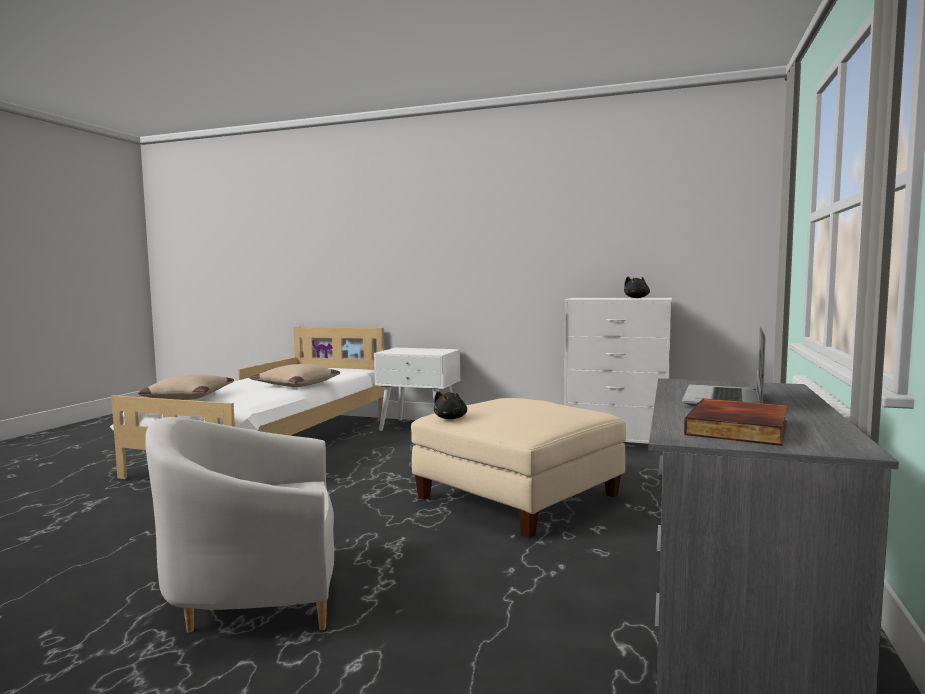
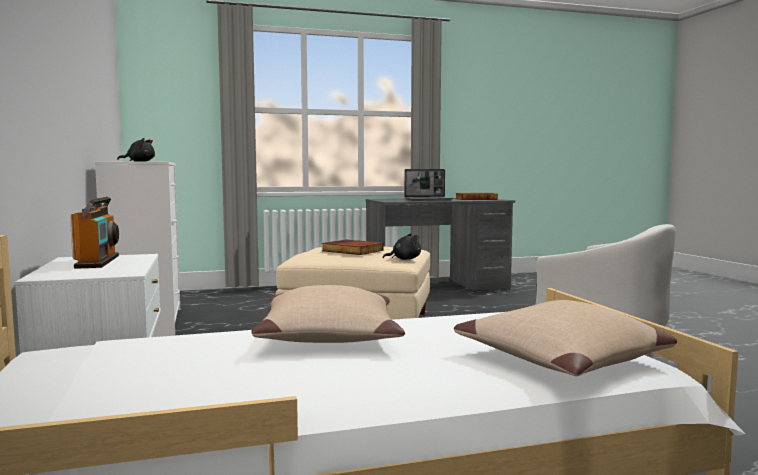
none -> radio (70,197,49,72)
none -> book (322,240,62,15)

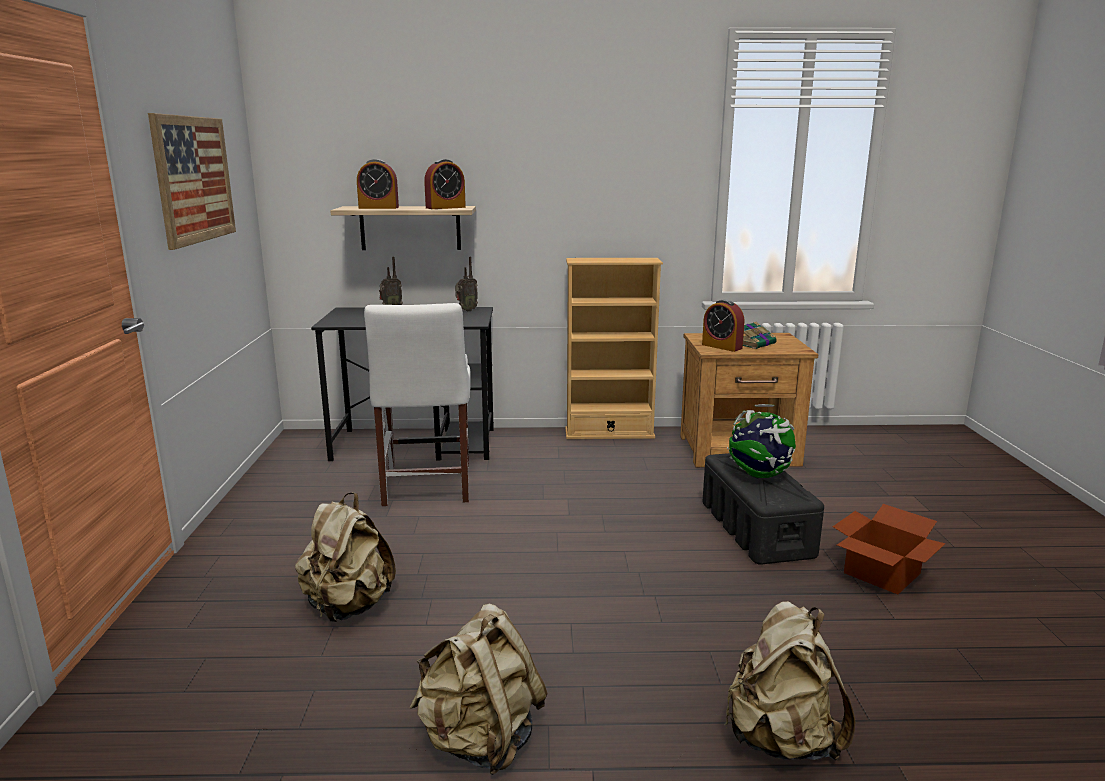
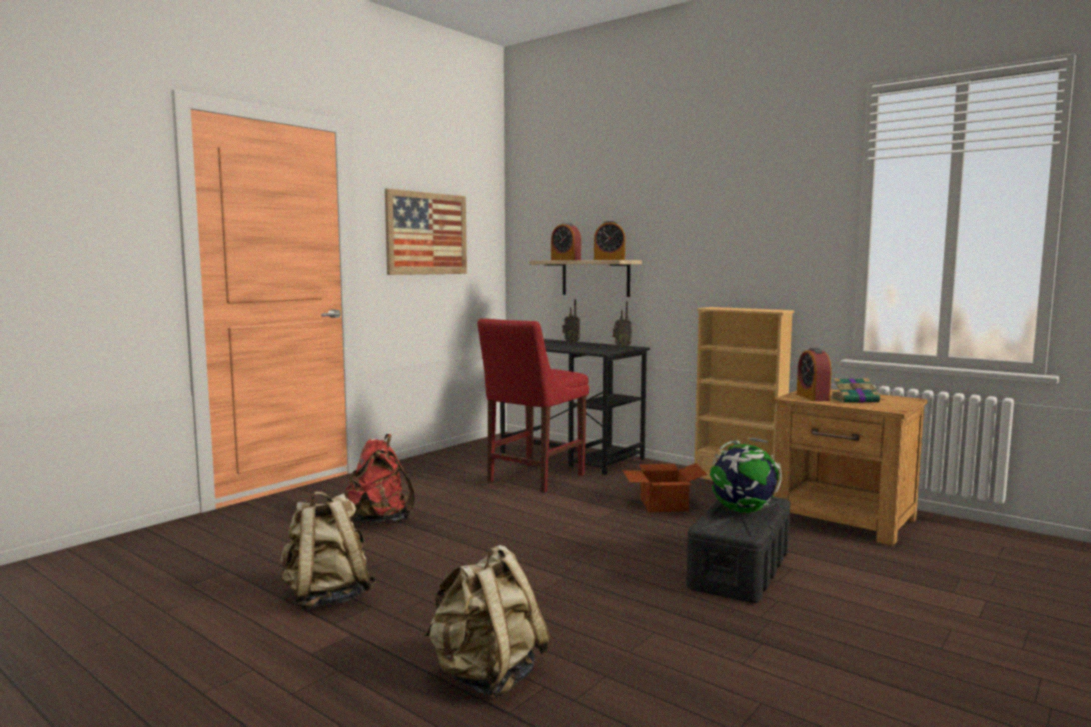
white chair (364,303,107,203) -> red chair (477,318,112,175)
beige backpack (295,492,101,130) -> red backpack (345,434,70,89)
cardboard box (833,504,113,90) -> cardboard box (622,463,85,49), shifted

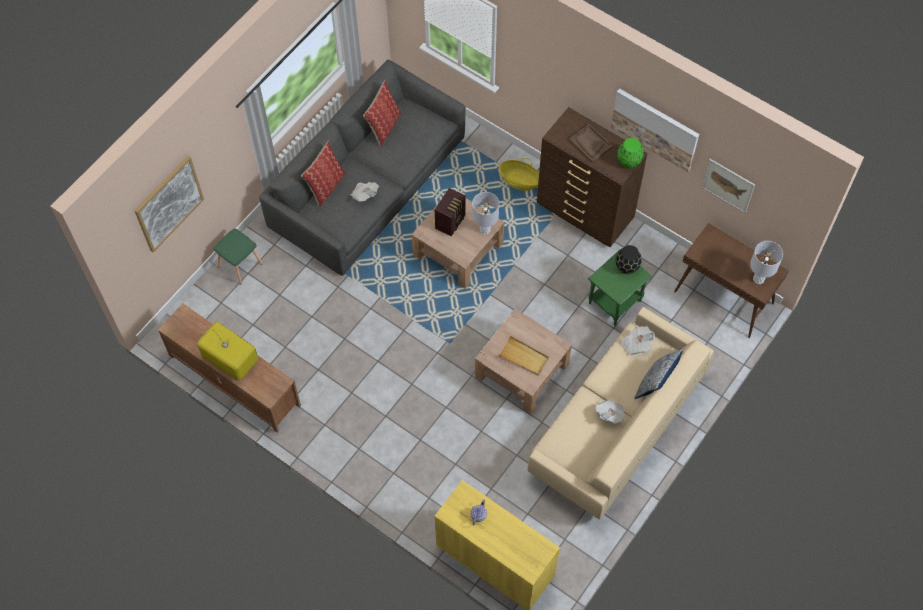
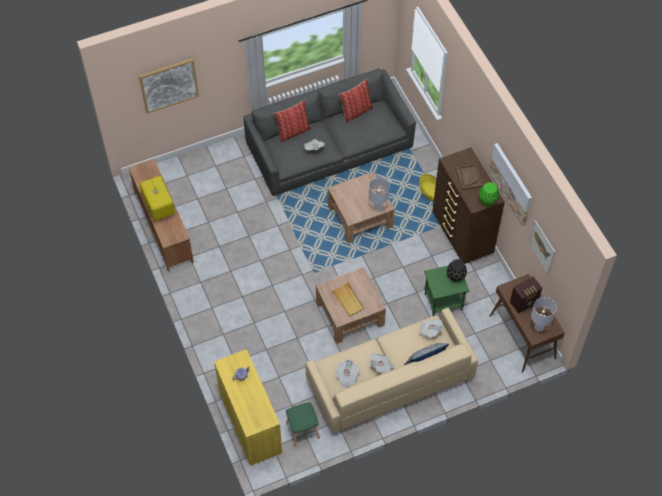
radio (435,188,31,48) -> radio (510,277,32,37), shifted
green stool (213,228,50,57) -> green stool (286,402,34,44), shifted
none -> newspaper (335,359,25,29)

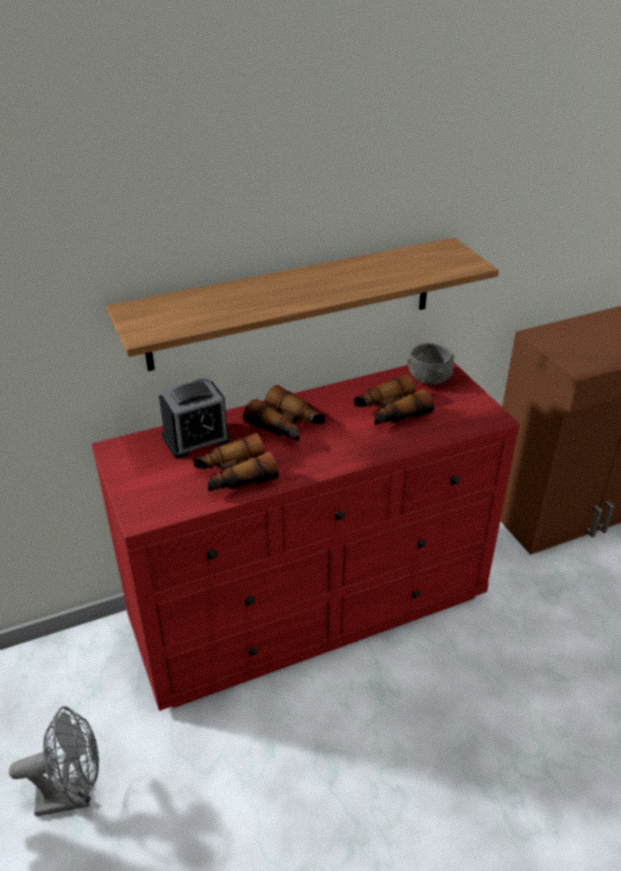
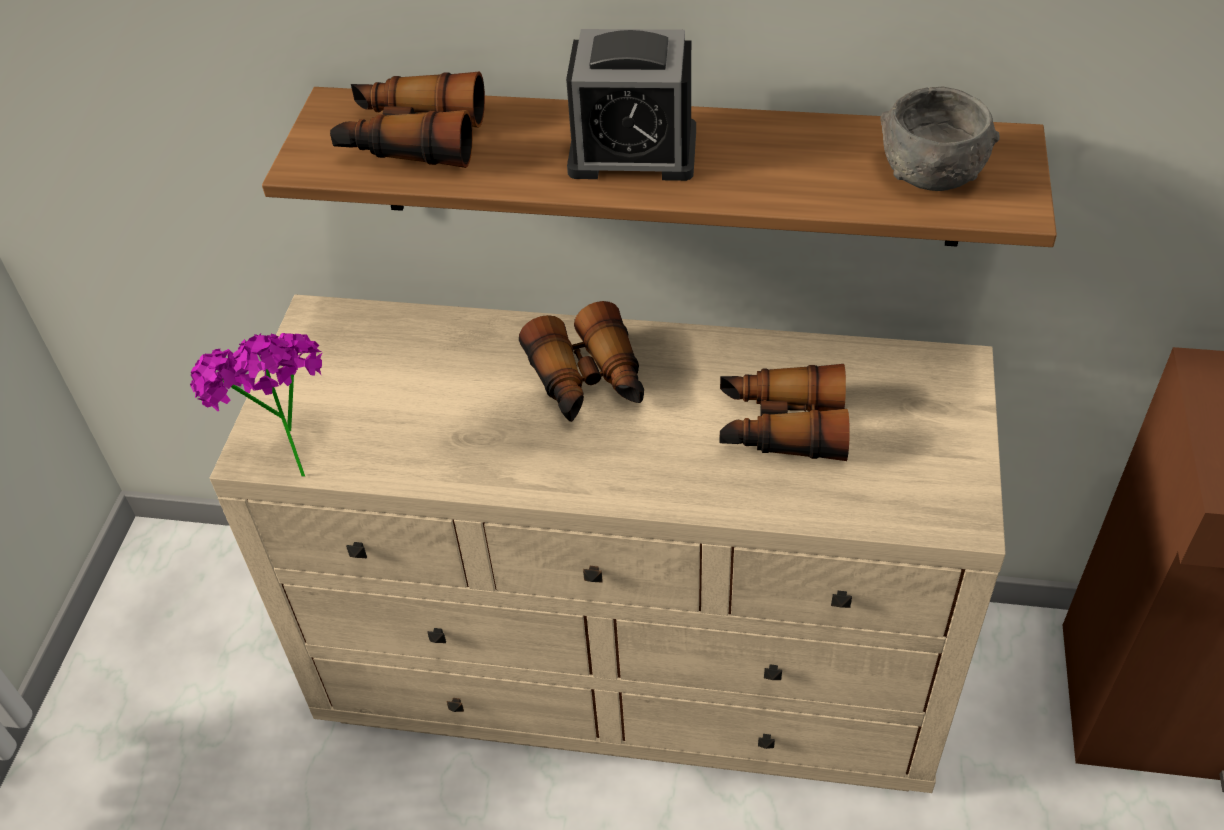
grey bowl (407,343,47,42) -> grey bowl (880,86,120,105), shifted
red dresser (91,363,429,348) -> beige dresser (210,295,796,498)
alarm clock (159,377,72,82) -> alarm clock (566,29,130,152), shifted
binoculars (193,433,86,59) -> binoculars (330,72,155,96), shifted
grey fan (9,706,90,110) -> none
none -> potted plant (190,333,133,144)

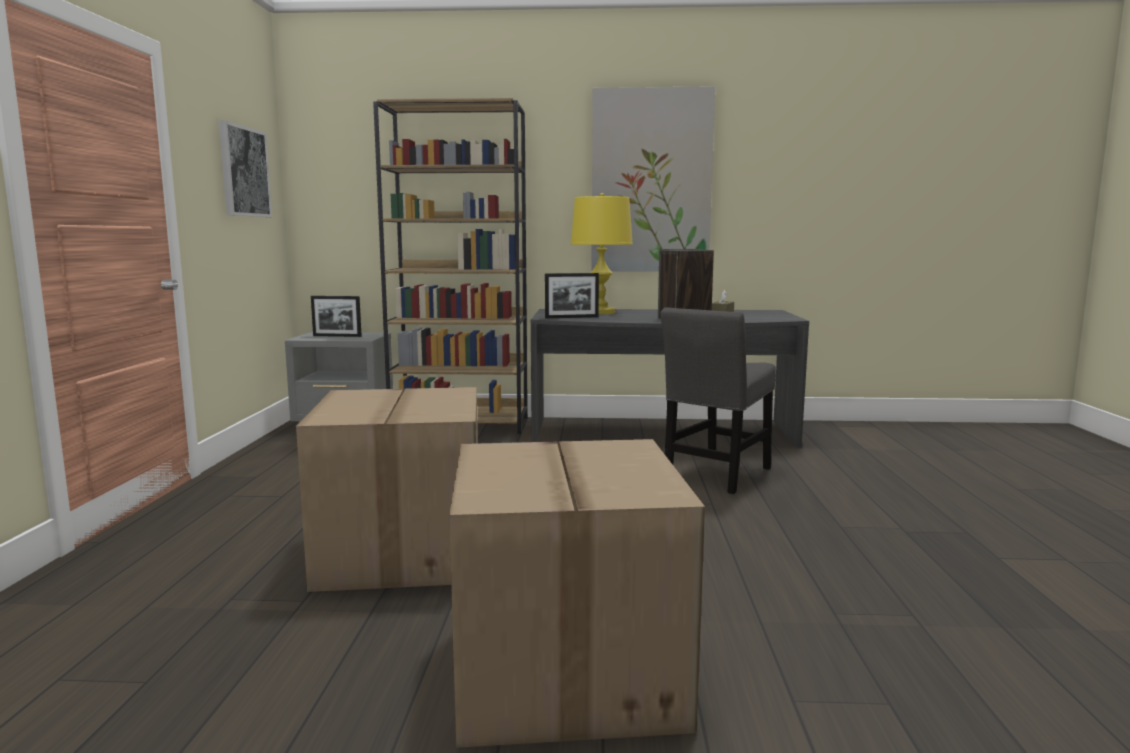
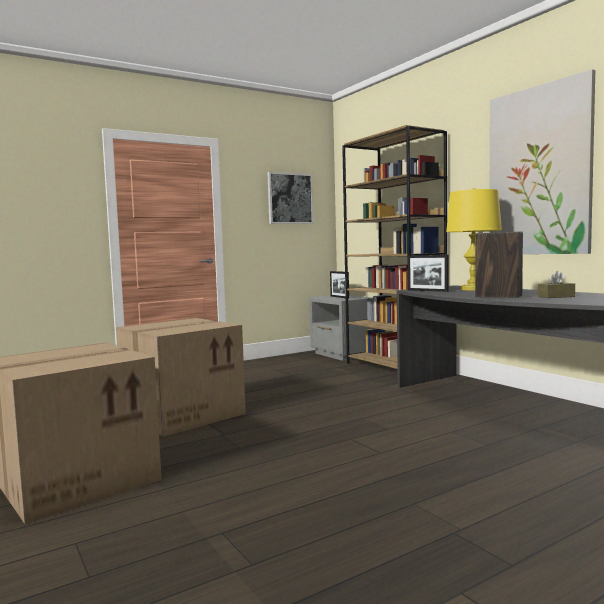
grey chair (660,308,116,186) -> none

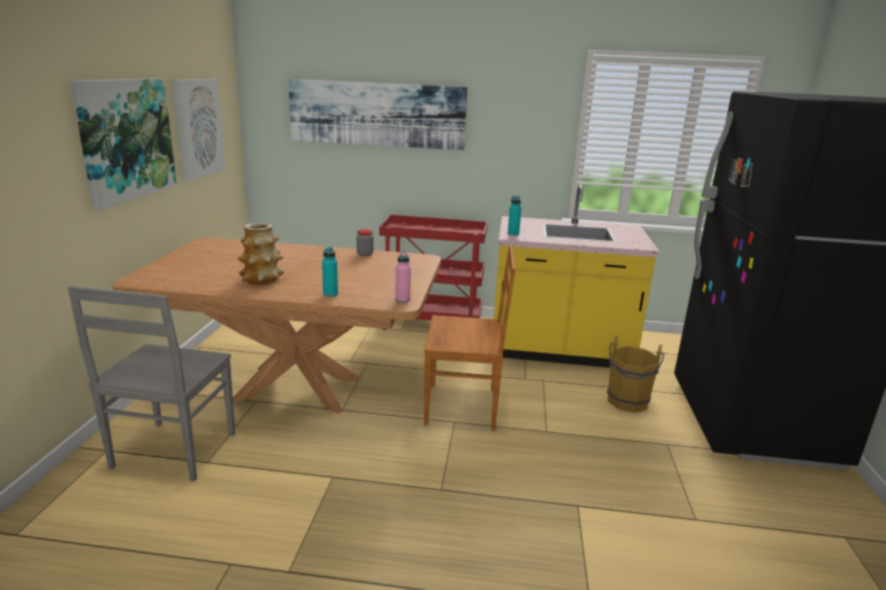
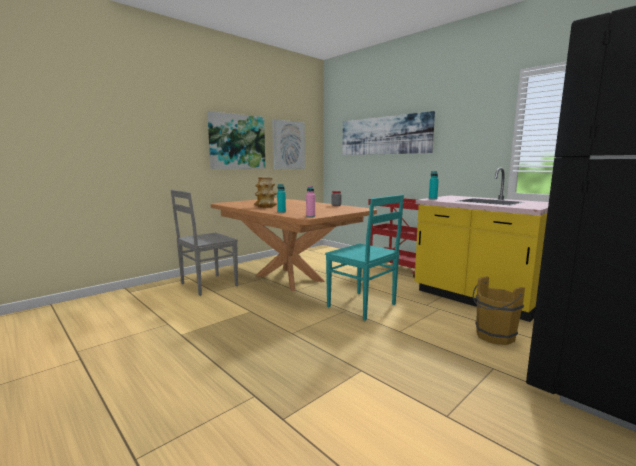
brown chair (424,244,91,186) -> turquoise chair (325,195,79,126)

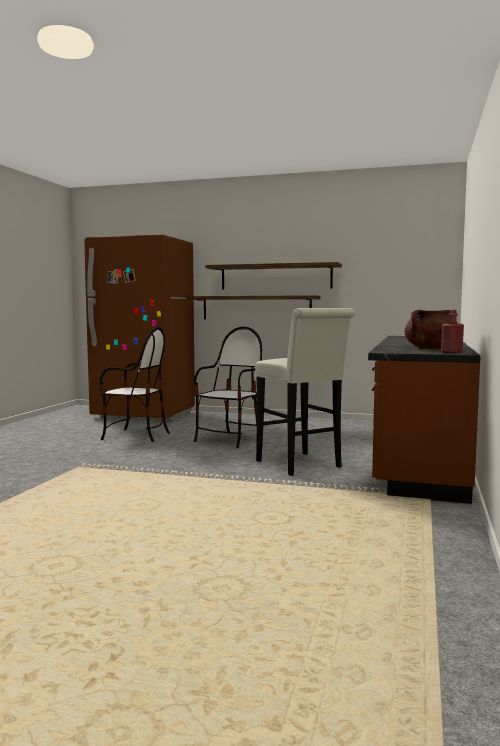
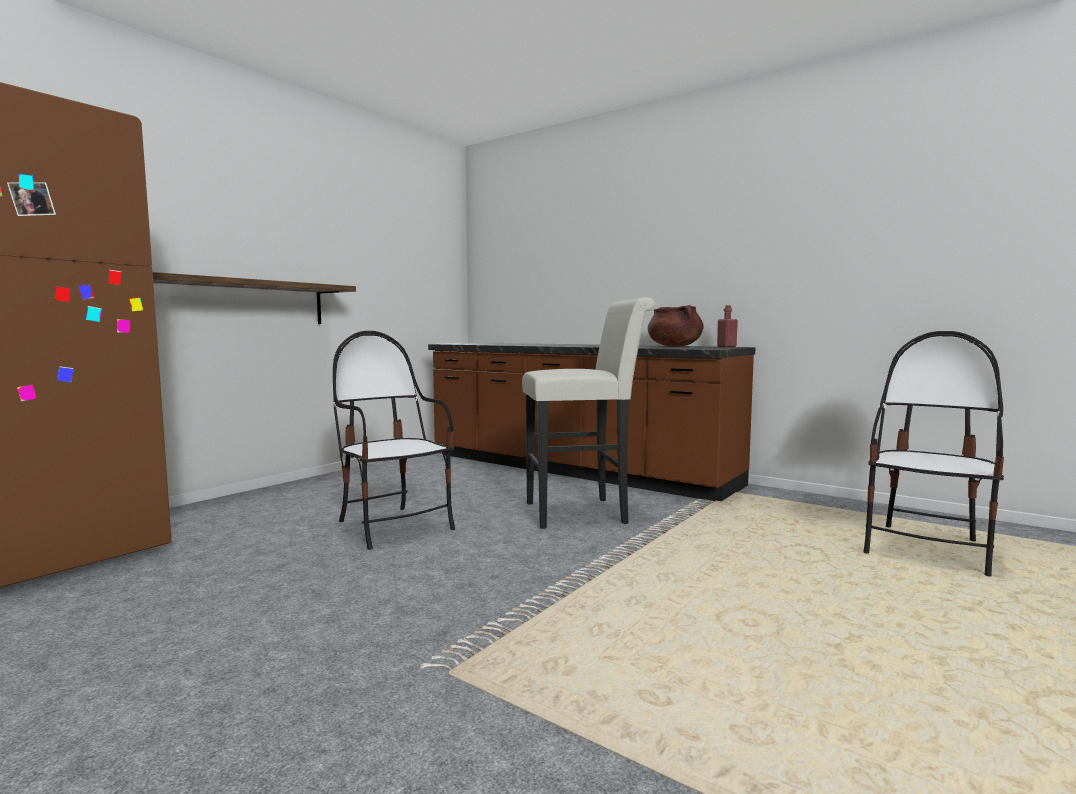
shelf (205,262,137,27) -> none
chair (99,327,71,115) -> chair (864,331,140,246), shifted

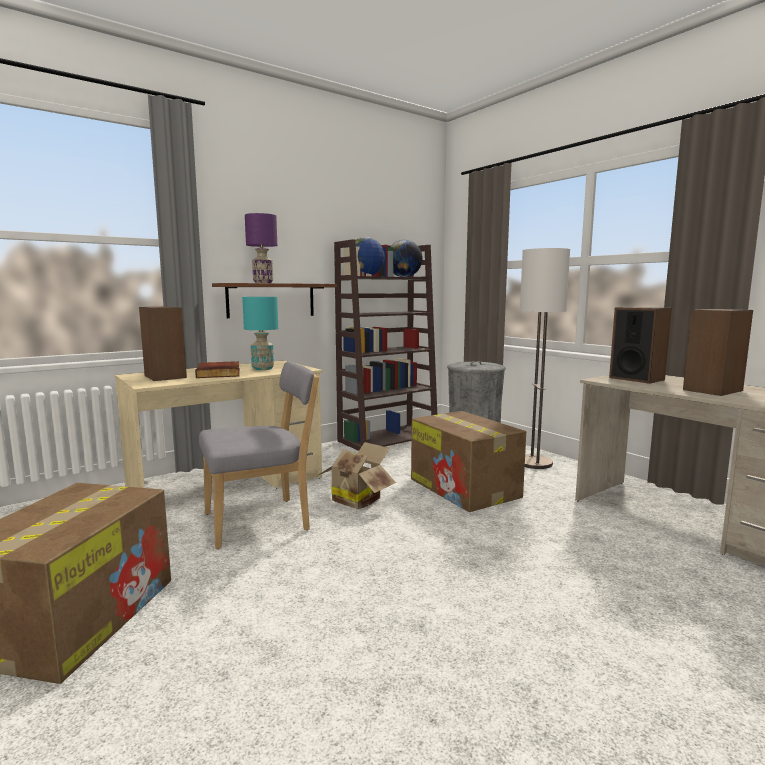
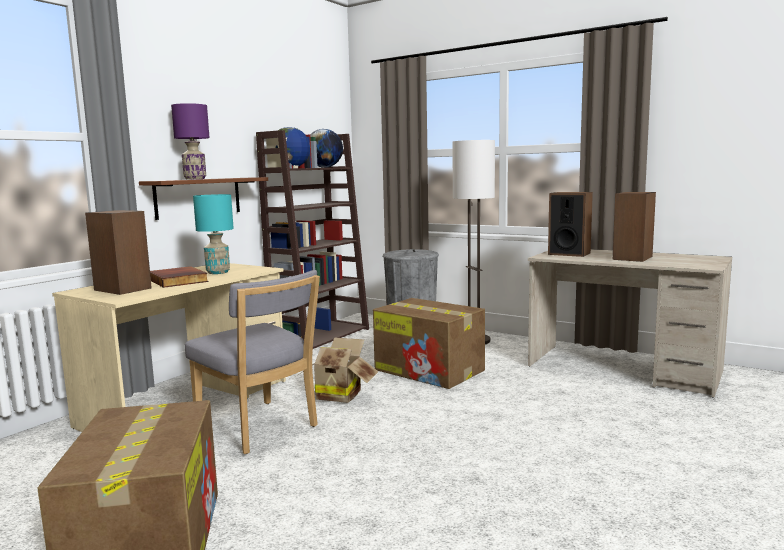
grey chair (199,361,120,188) -> grey chair (185,270,135,184), 90 degrees clockwise

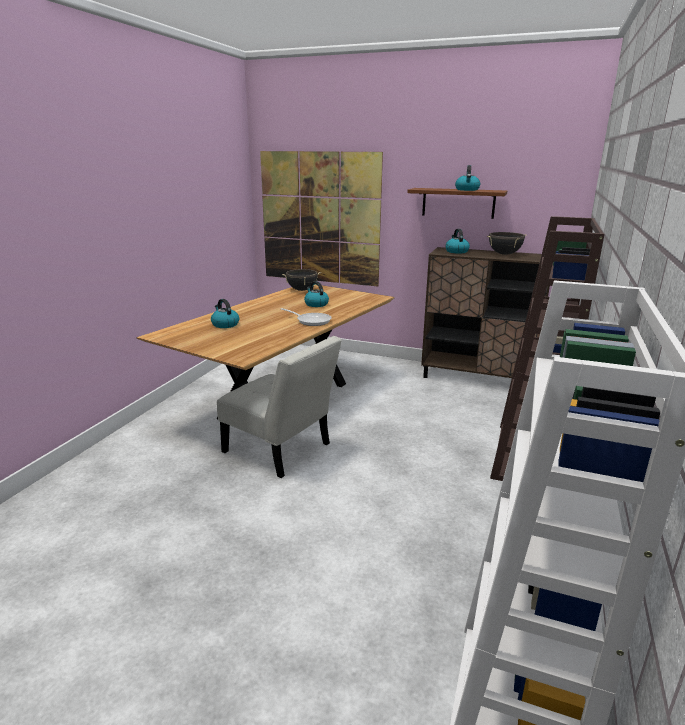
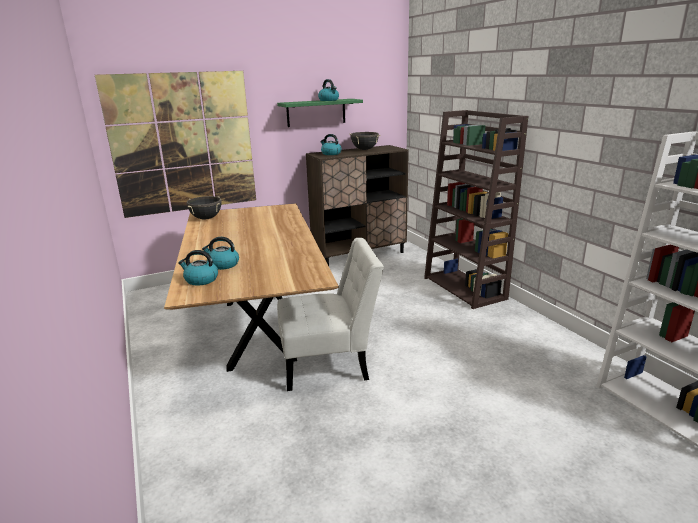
brown shelf (407,188,100,31) -> green shelf (277,99,86,28)
kettle (304,281,25,26) -> kettle (178,250,40,36), shifted
frying pan (281,308,51,18) -> none

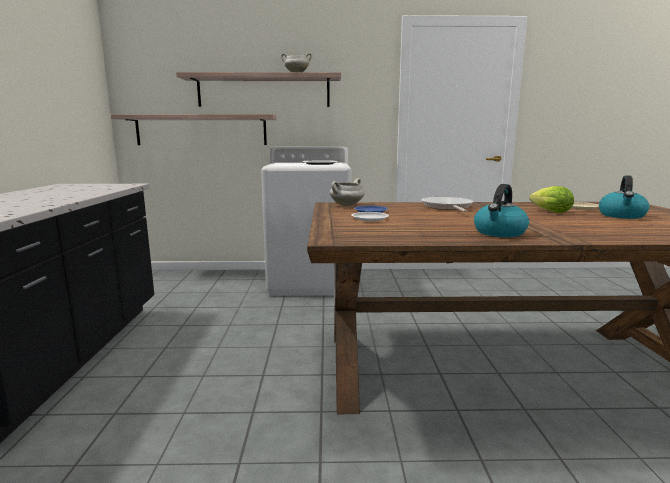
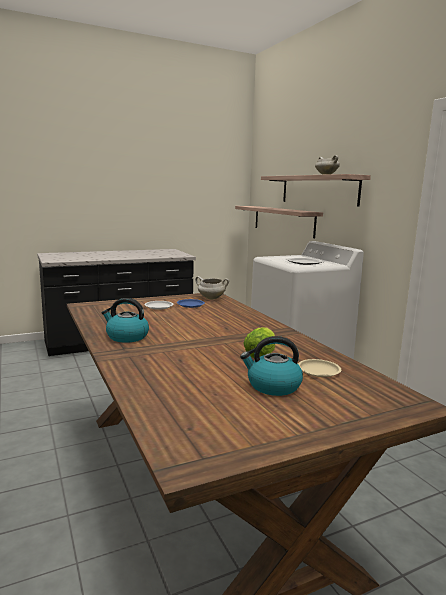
frying pan (421,197,52,15) -> none

